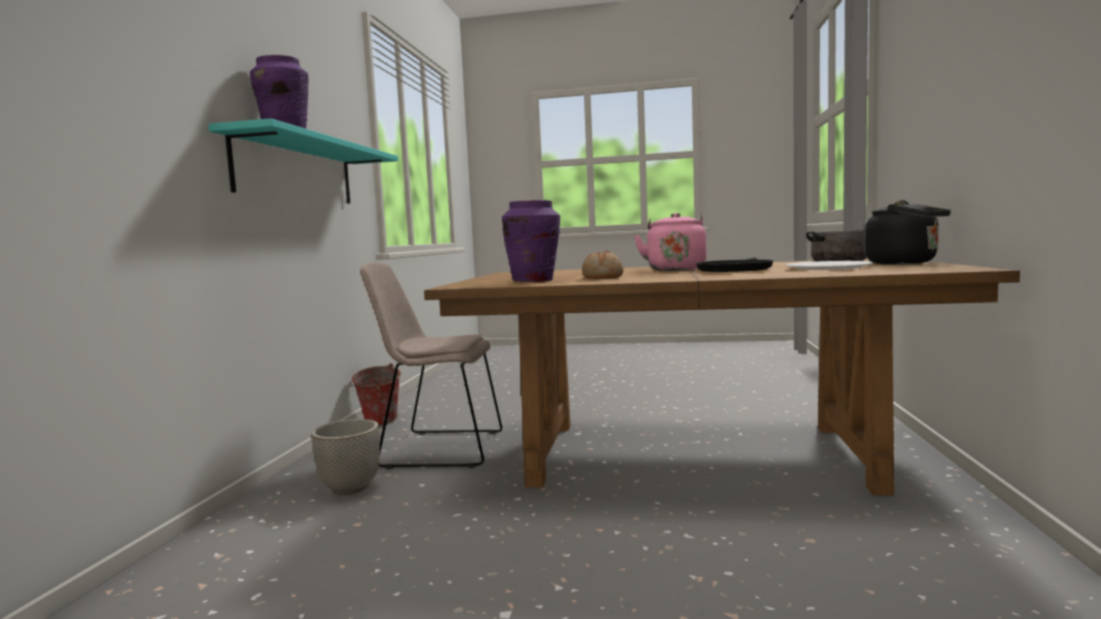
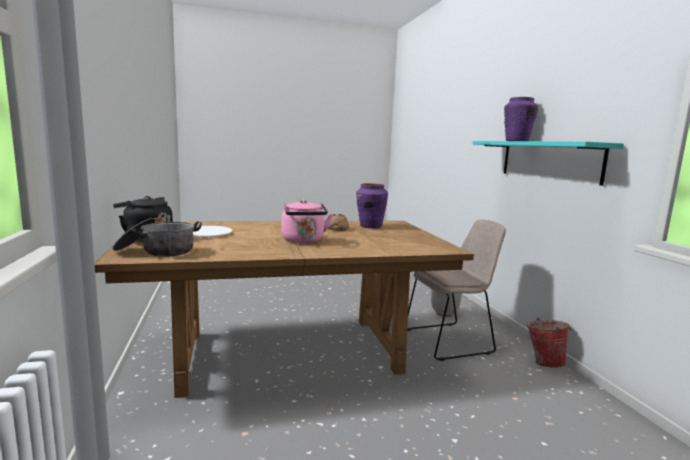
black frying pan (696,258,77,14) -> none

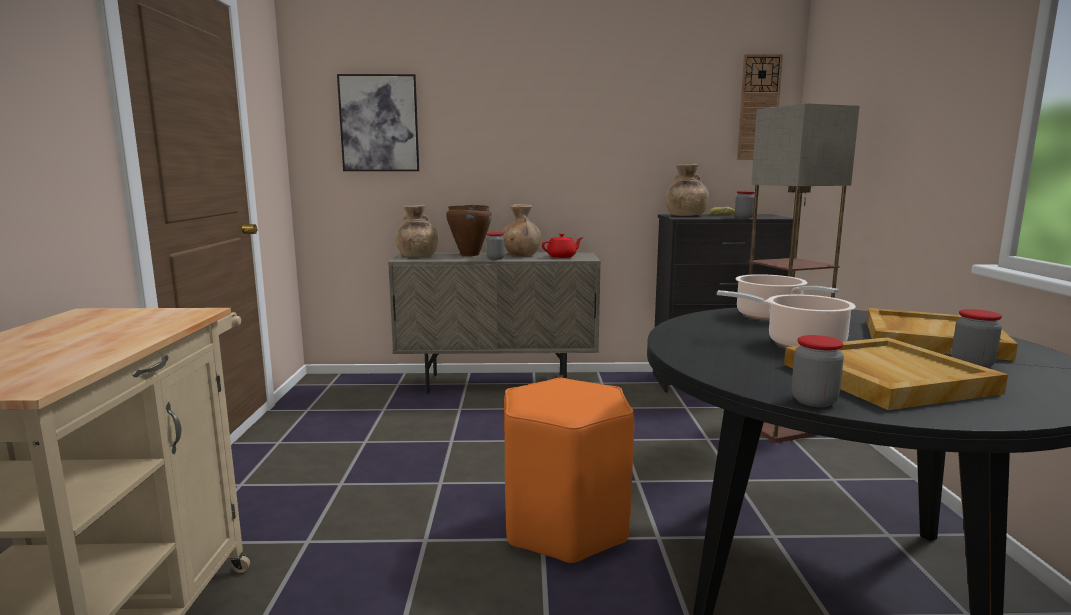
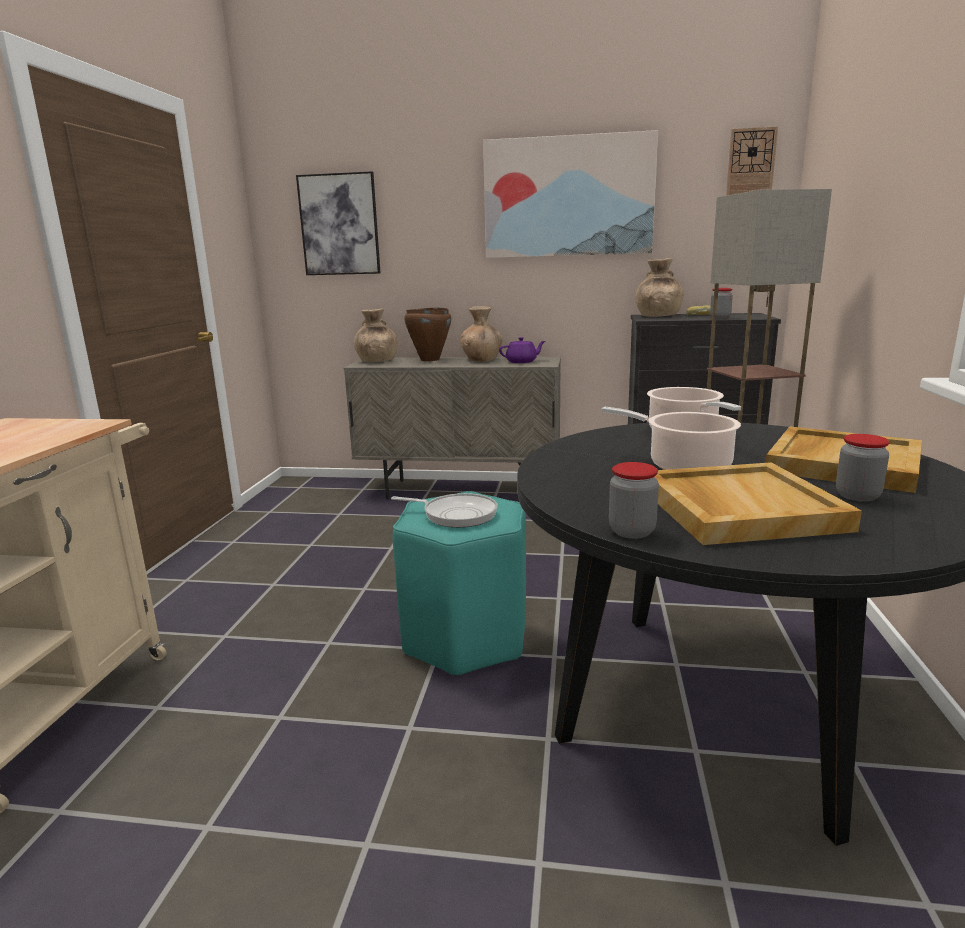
jar (486,232,19,28) -> none
red teapot (542,233,41,25) -> purple teapot (499,337,46,26)
orange stool (504,378,130,187) -> turquoise stool (393,491,133,186)
none -> picture (483,130,175,128)
none -> frying pan (391,493,106,35)

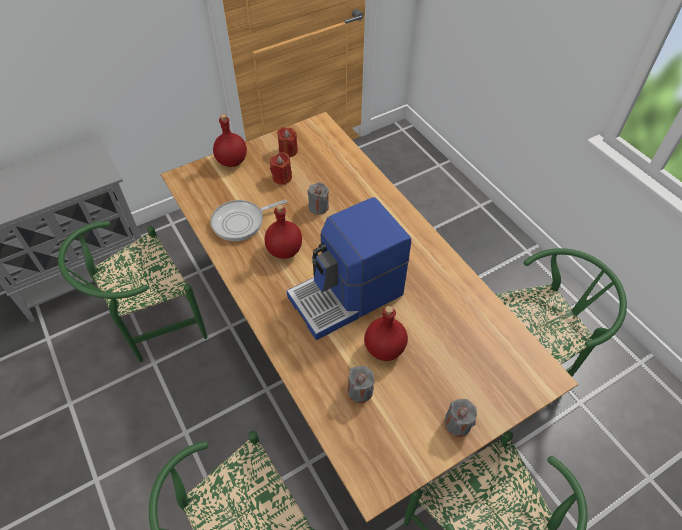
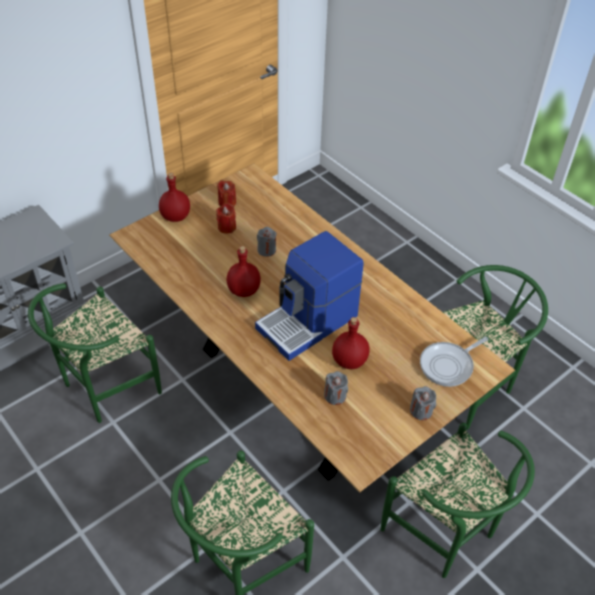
frying pan (210,199,77,42) -> frying pan (420,337,68,50), shifted

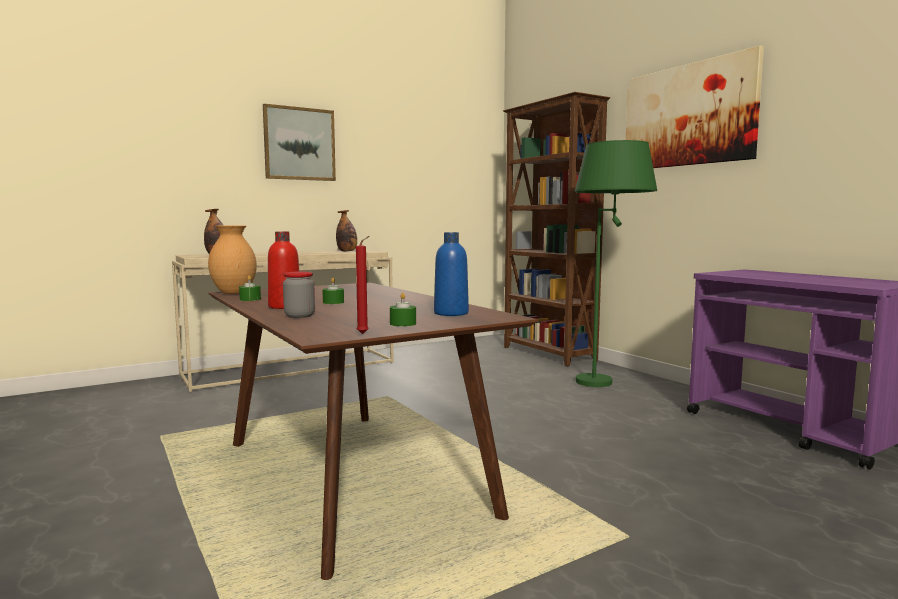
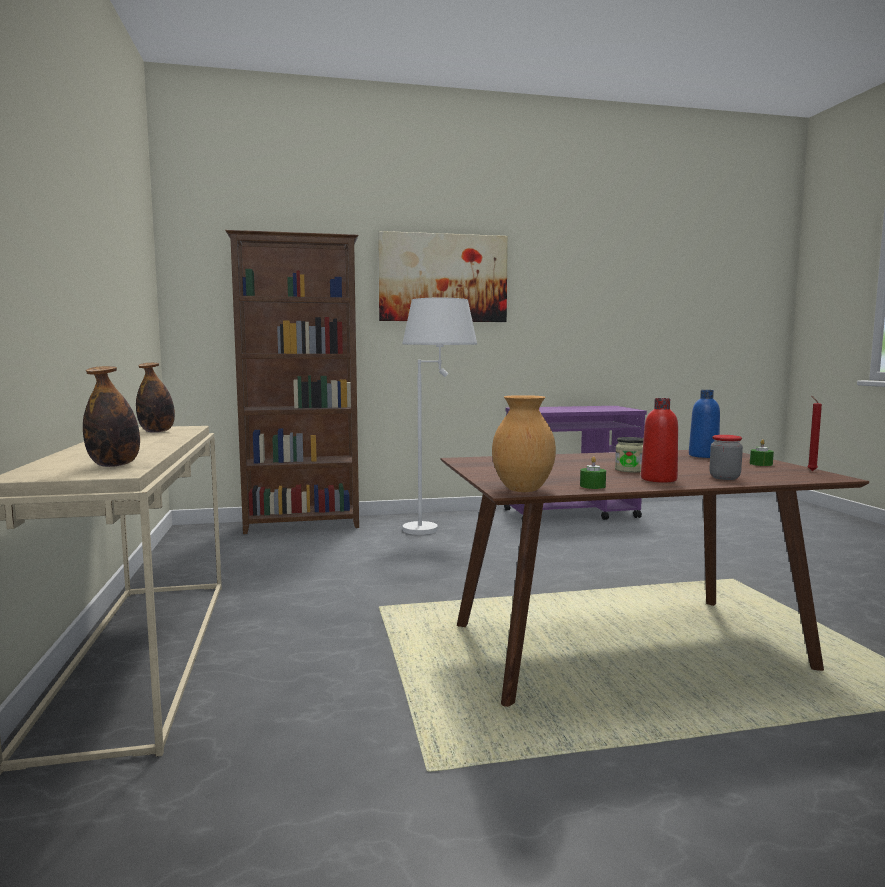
picture (263,104,73,77) -> none
green floor lamp (575,140,82,247) -> white floor lamp (403,298,74,237)
green candle (322,278,22,26) -> jar (615,437,29,35)

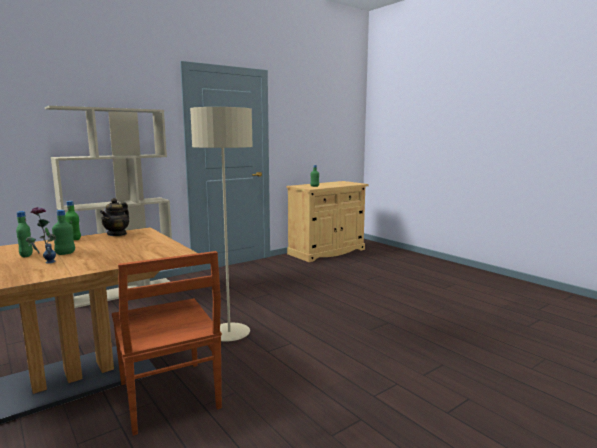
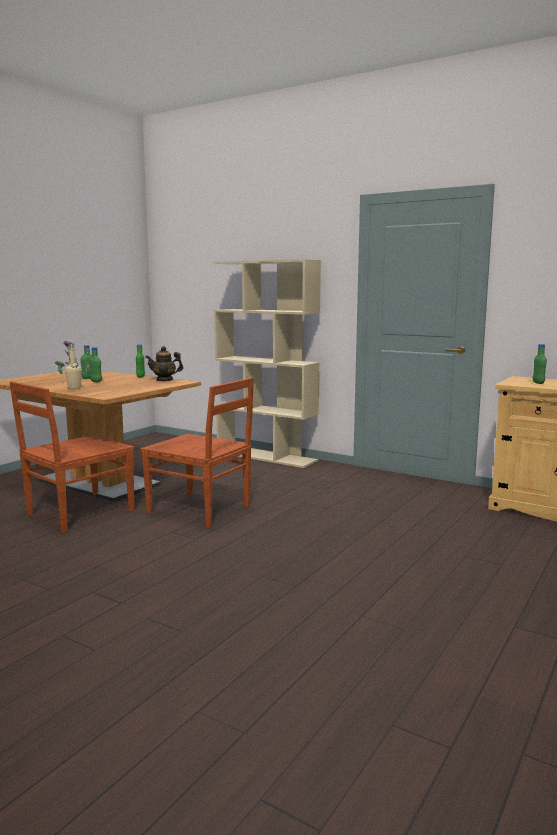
beige floor lamp (190,107,63,234) -> brown chair (141,377,113,151)
none -> beige bottle (65,344,16,45)

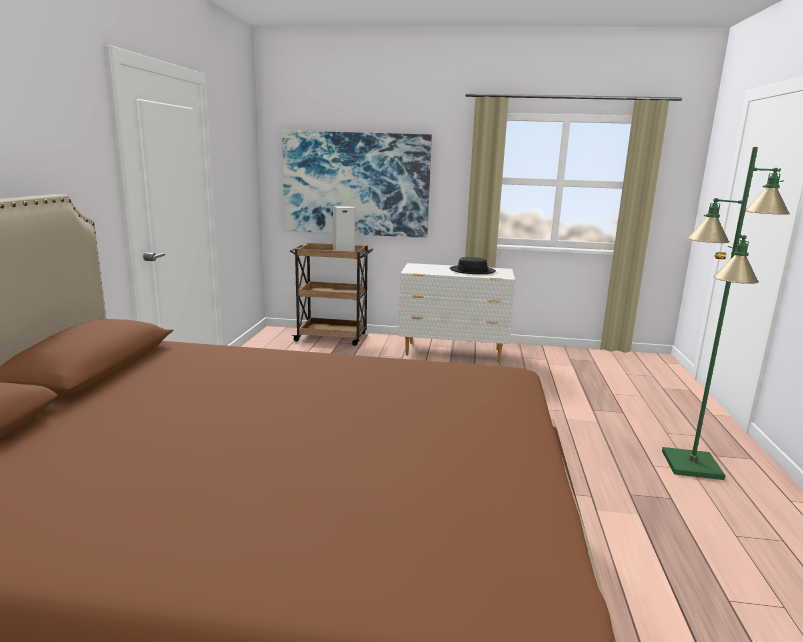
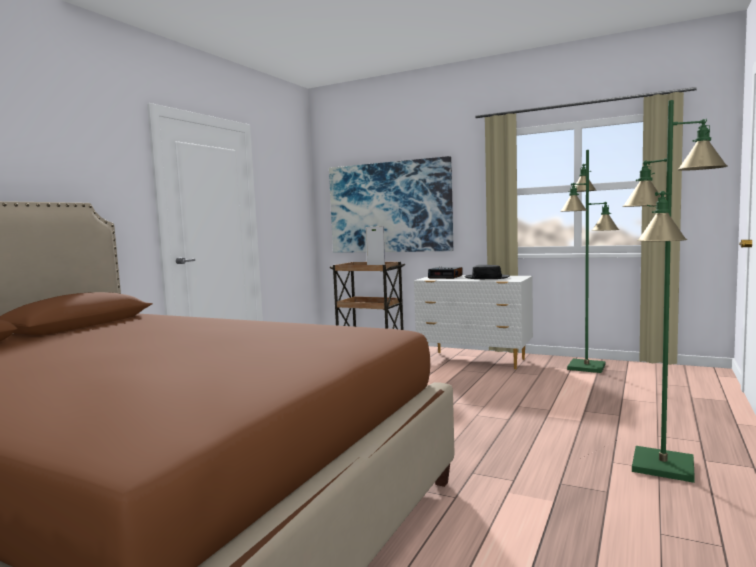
none -> green floor lamp (560,150,59,223)
none -> alarm clock (428,267,34,12)

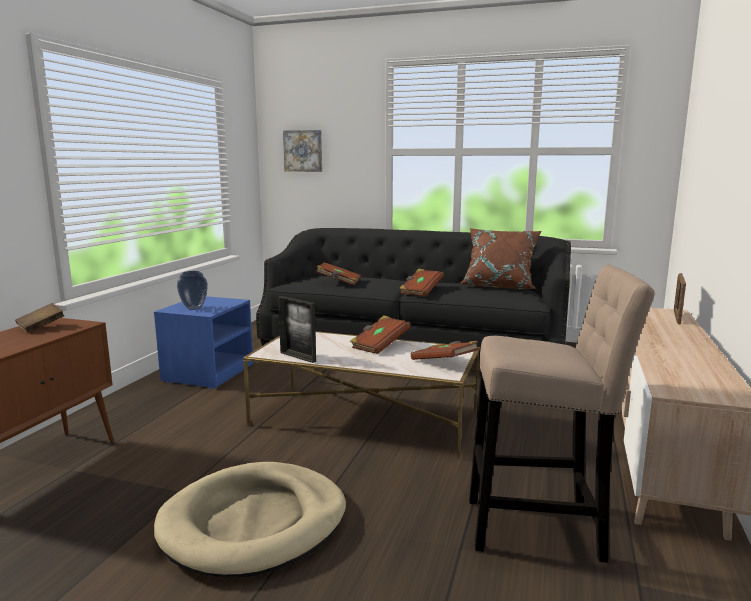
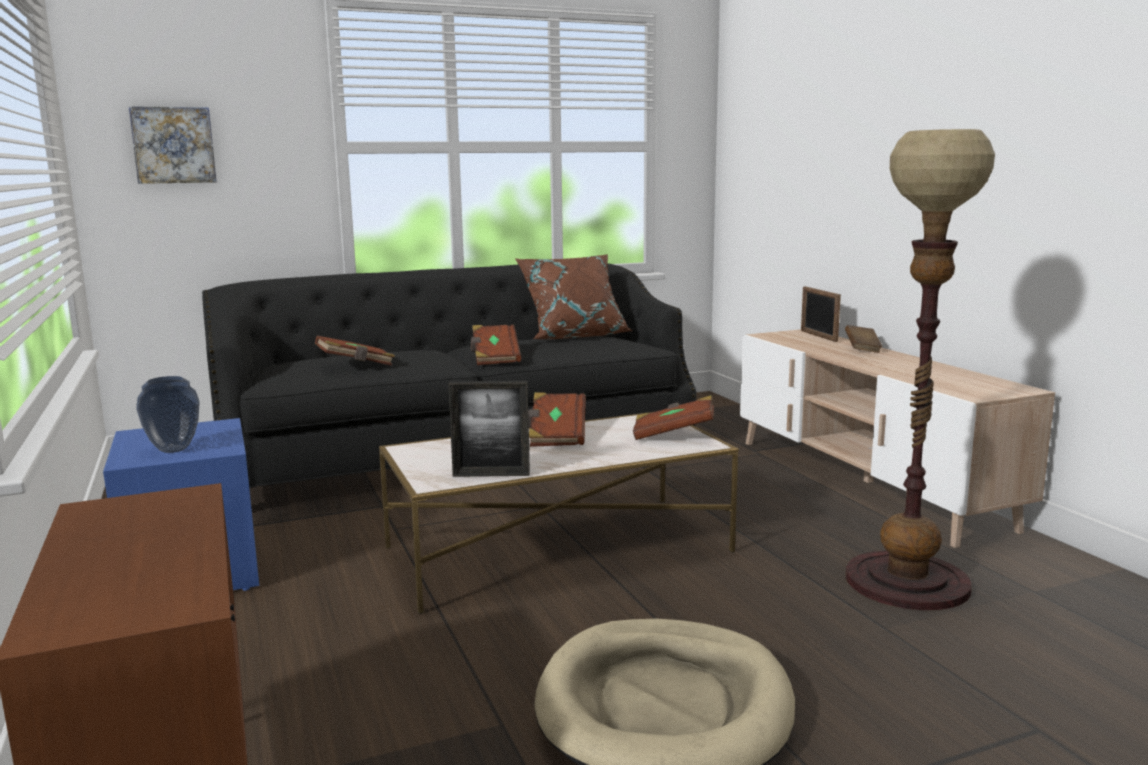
beige stool (469,265,186,298) -> floor lamp (846,129,149,481)
brown book (15,303,50,30) -> brown book (845,325,37,28), shifted

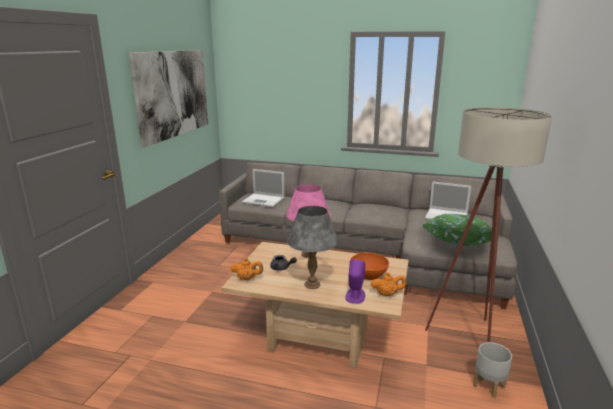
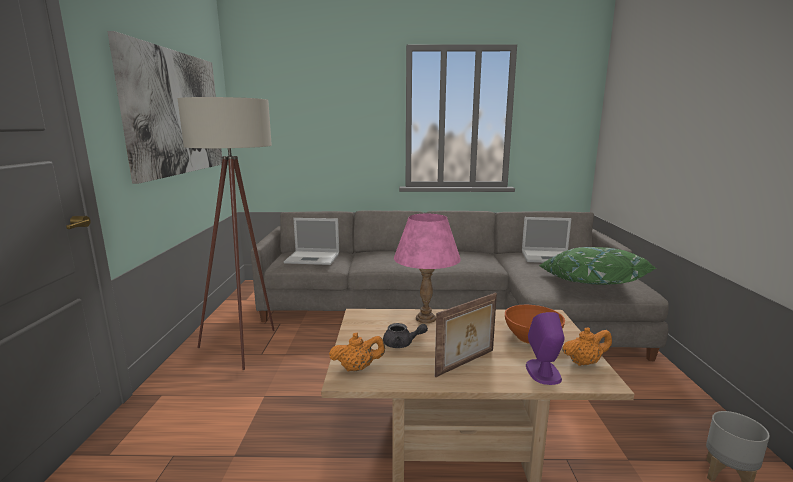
beige floor lamp (425,107,127,235) -> beige floor lamp (178,97,97,273), shifted
grey table lamp (287,206,51,83) -> picture frame (435,292,62,85)

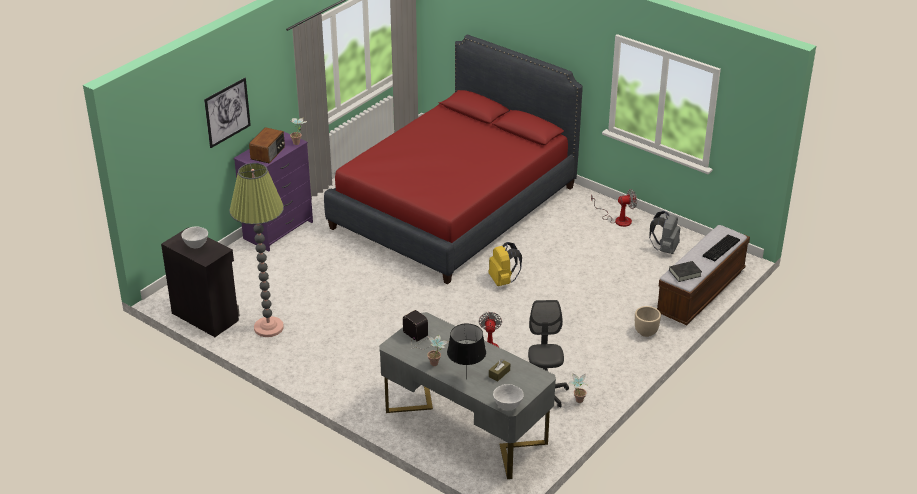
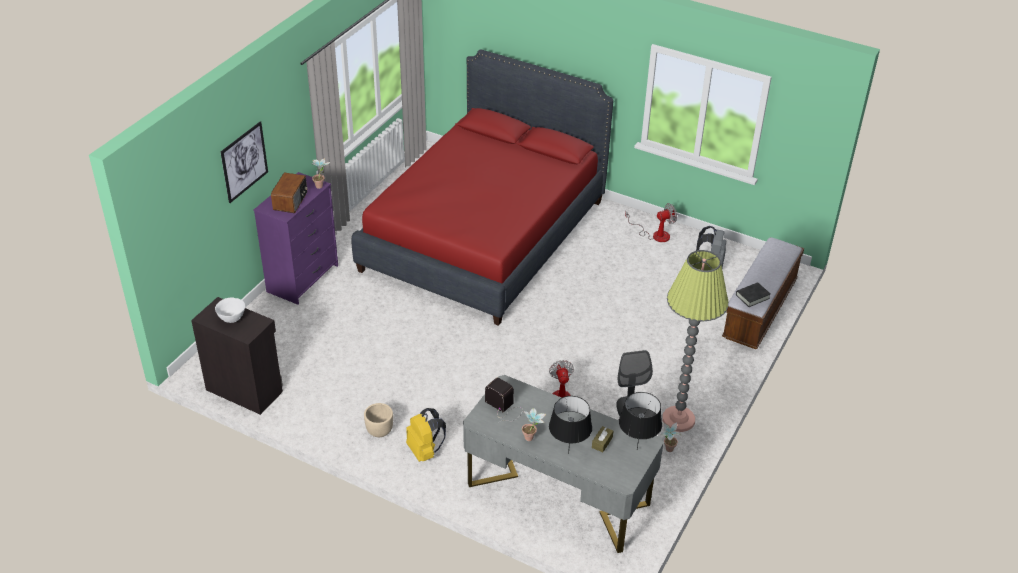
floor lamp (229,163,55,174) -> floor lamp (662,250,67,182), shifted
keyboard (703,235,37,26) -> none
yellow backpack (488,242,34,44) -> yellow backpack (406,408,40,54), shifted
beige planter (635,306,26,31) -> beige planter (364,403,29,34), shifted
white bowl (493,384,31,27) -> none
none -> black table lamp (619,392,43,57)

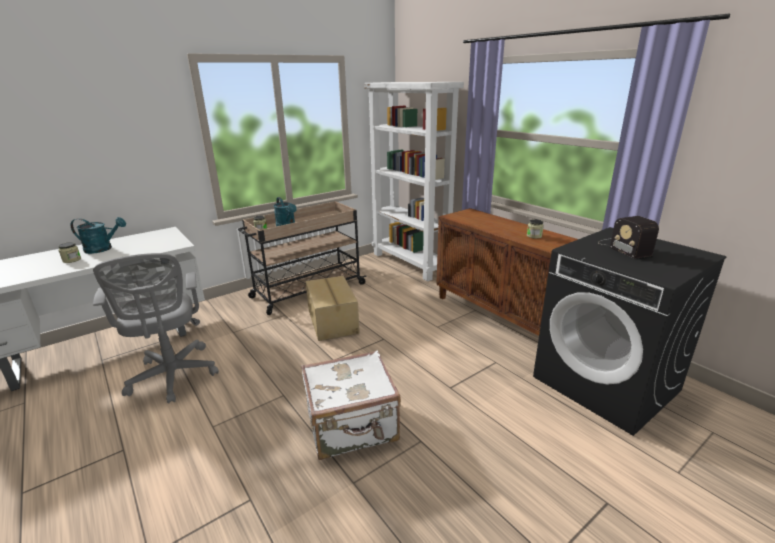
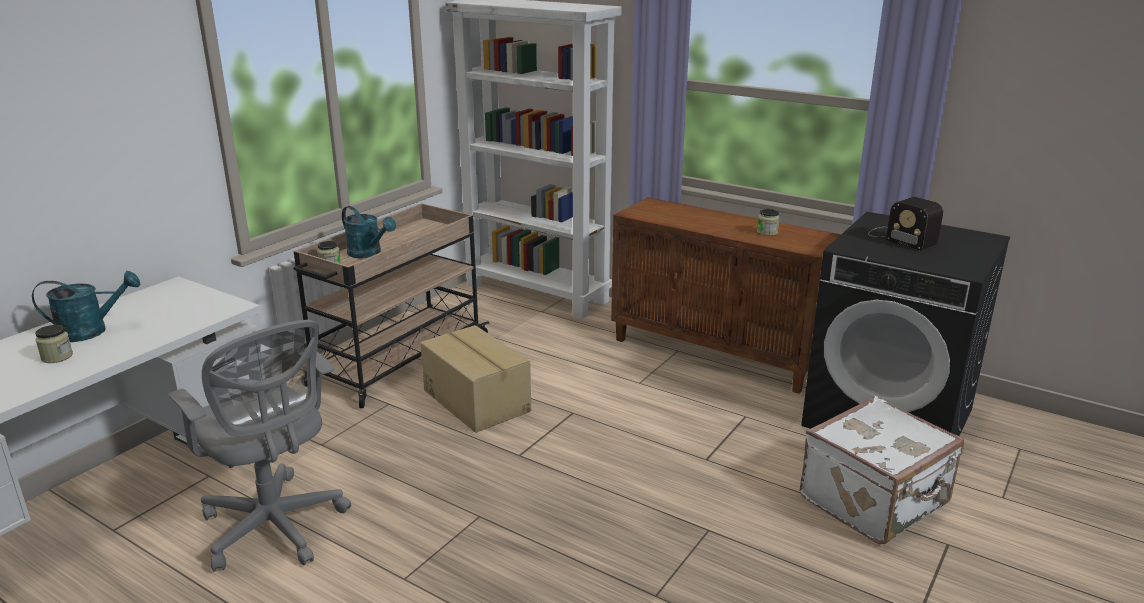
white suitcase (301,350,100,110) -> white suitcase (800,396,164,148), shifted

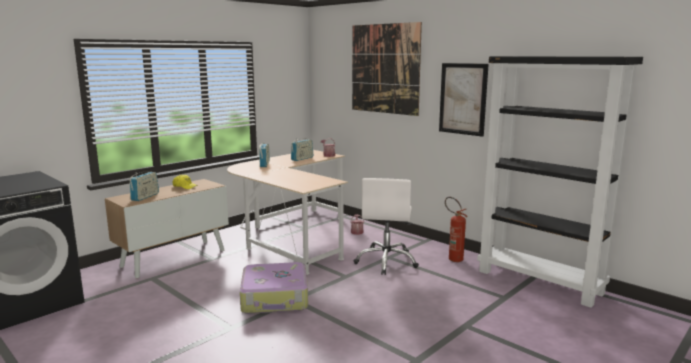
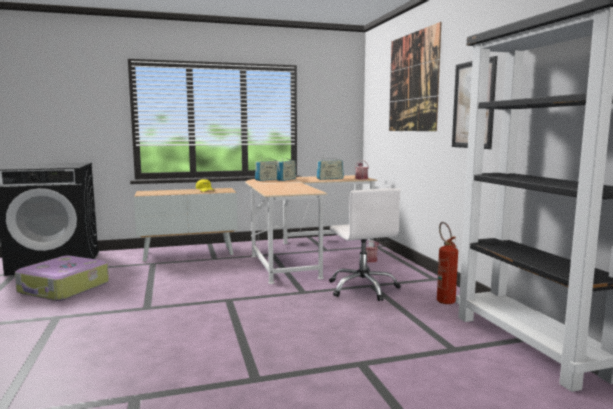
radio (130,171,29,30) -> radio (255,159,25,22), shifted
white office chair (353,178,66,97) -> white office chair (329,188,72,113), 60 degrees counterclockwise
suitcase (240,262,68,52) -> suitcase (15,256,94,45), shifted

